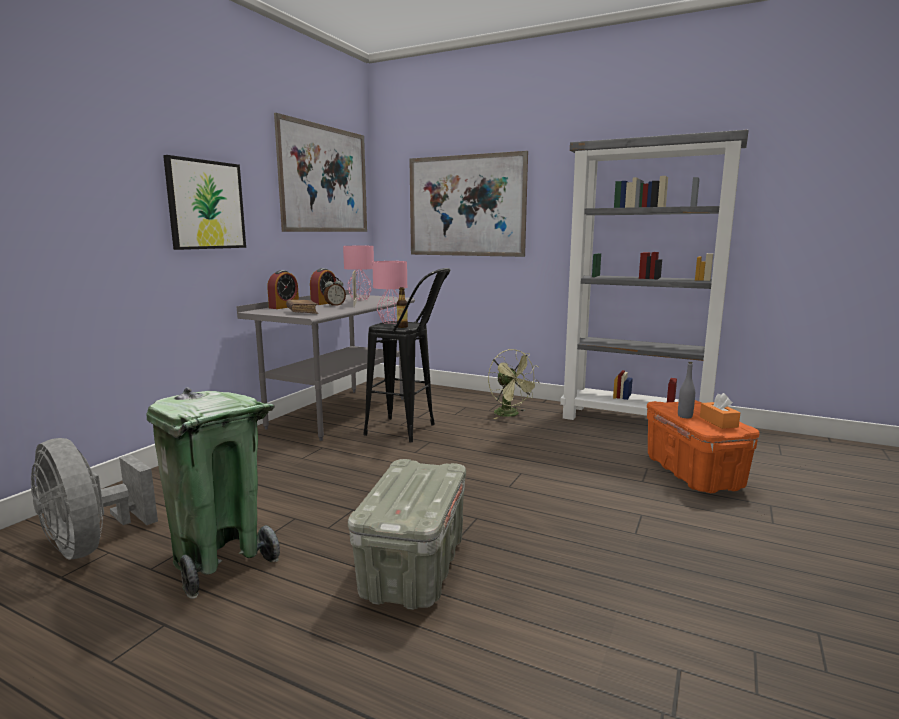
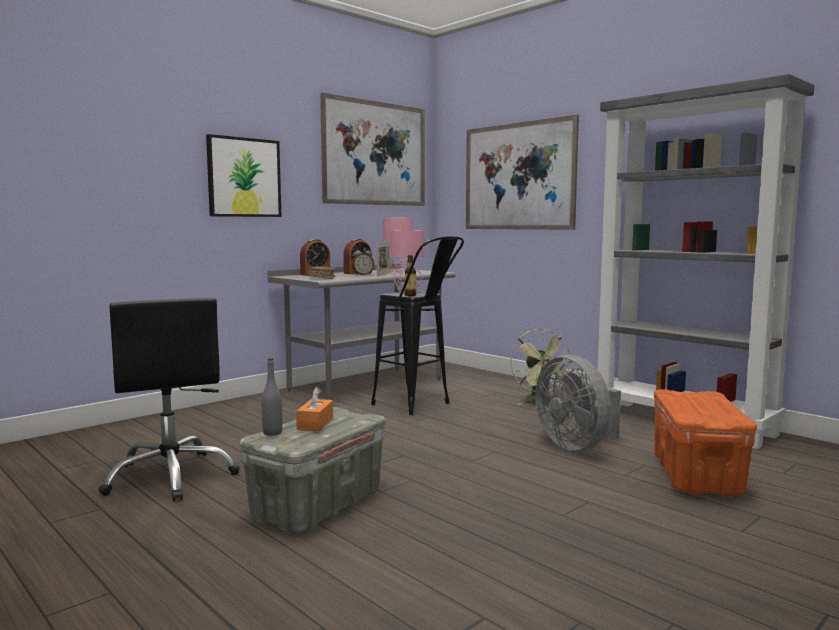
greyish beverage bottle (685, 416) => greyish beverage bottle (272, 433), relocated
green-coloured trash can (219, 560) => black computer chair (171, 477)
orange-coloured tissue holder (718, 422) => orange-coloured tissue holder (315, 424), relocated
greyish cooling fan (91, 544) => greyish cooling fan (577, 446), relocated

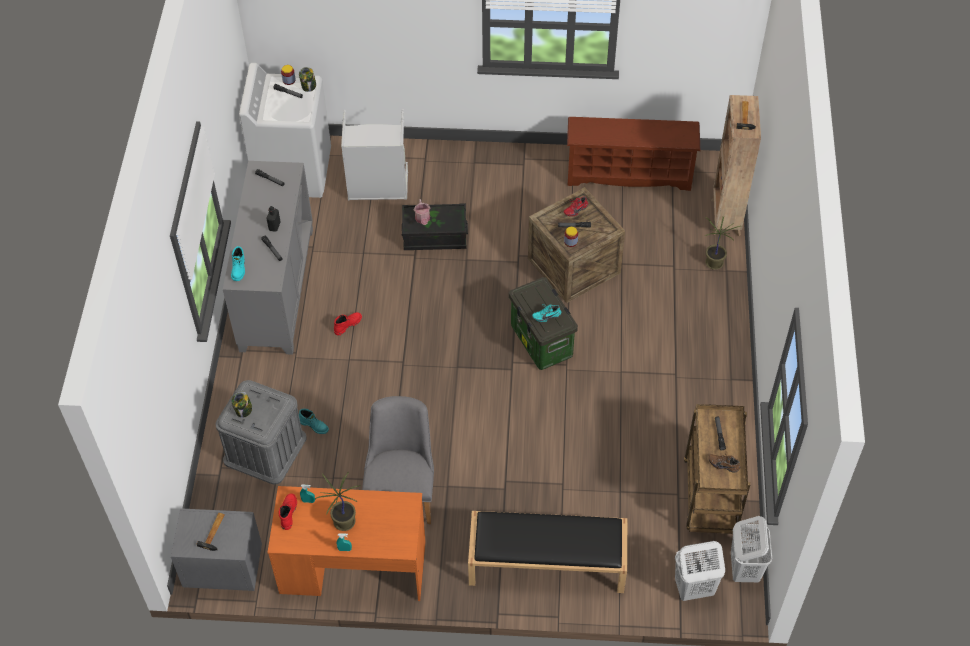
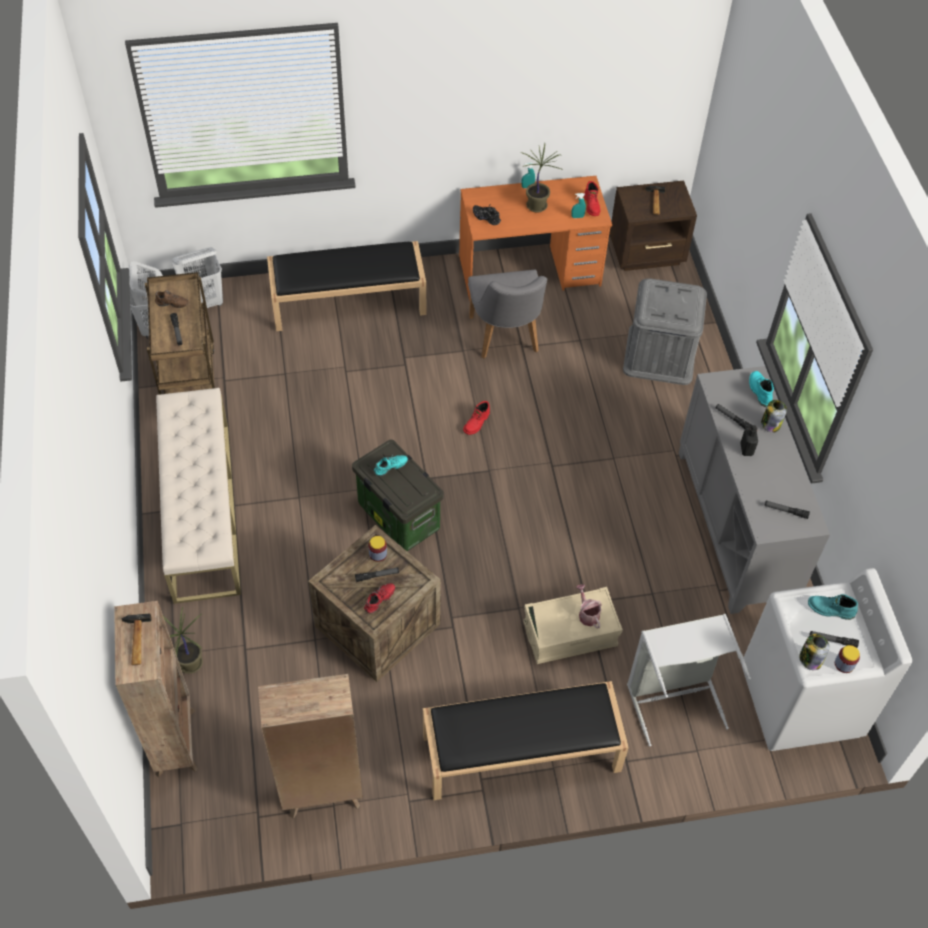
brownish shoe stand (629, 174) => brownish bookshelf (321, 793)
black storage container (435, 236) => beige-coloured storage container (570, 635)
red-coloured tall boot (347, 324) => red-coloured tall boot (477, 423), relocated
storage jar (243, 410) => storage jar (770, 424), relocated
turquoise-coloured tall boot (314, 425) => turquoise-coloured tall boot (830, 610), relocated
greyish nightstand (222, 567) => brownish nightstand (648, 253)
nothing => black shoe (487, 217)
nothing => beige-coloured bench (201, 510)
nothing => black bench (520, 753)

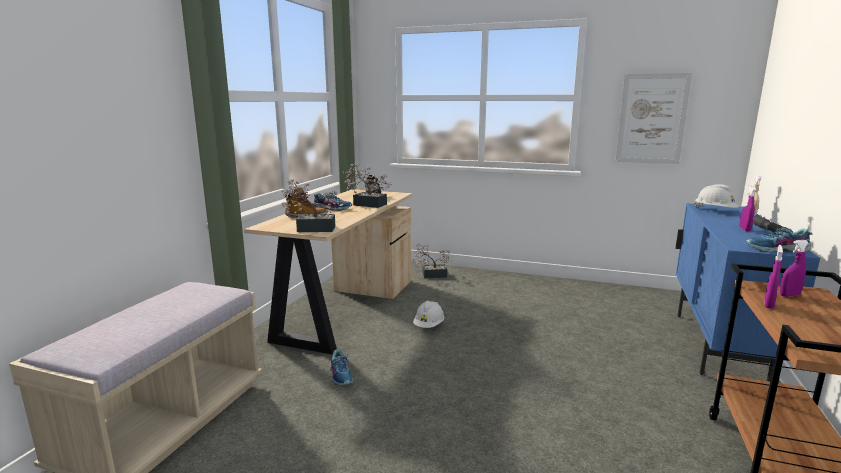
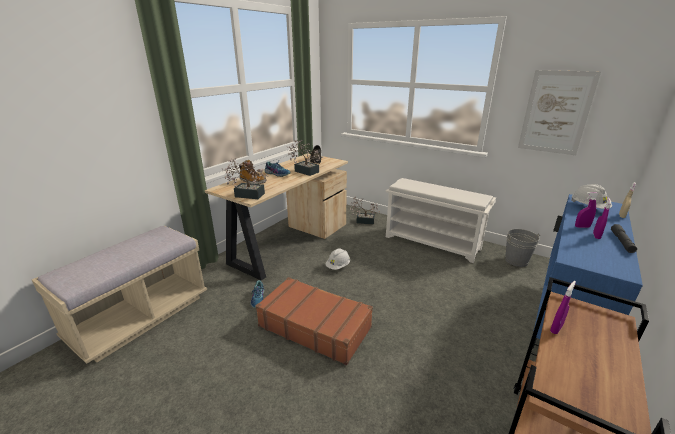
shoe (776, 249) => nothing
purple hand sprayer (789, 295) => purple hand sprayer (582, 227), relocated
nothing => white-coloured shoe stand (433, 242)
nothing => greyish pail (516, 261)
nothing => brownish travel case (315, 326)

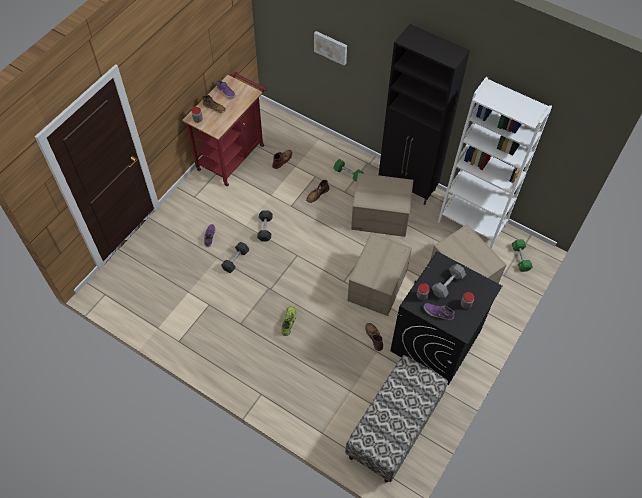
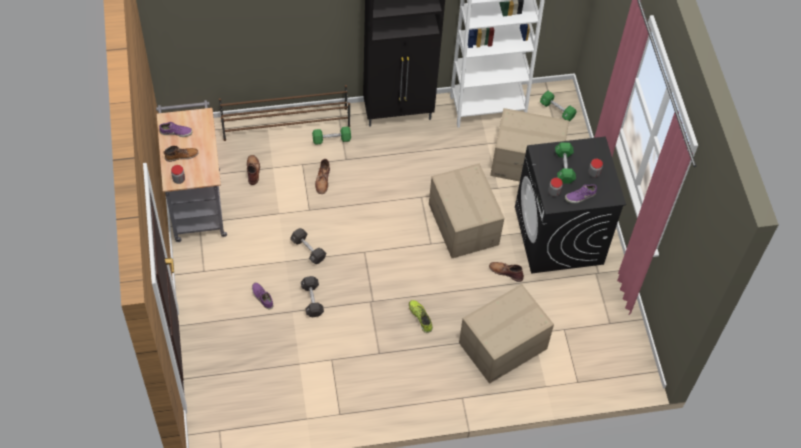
wall picture (331, 47) => nothing
red-coloured trolley (233, 154) => greyish trolley (196, 200)
carton (380, 217) => carton (503, 346), relocated
greyish hand weight (447, 284) => green-coloured hand weight (564, 167)
bench (394, 428) => nothing
nothing => brownish shoe stand (286, 124)

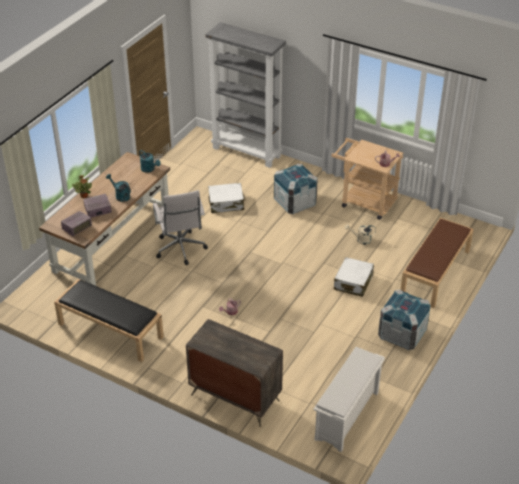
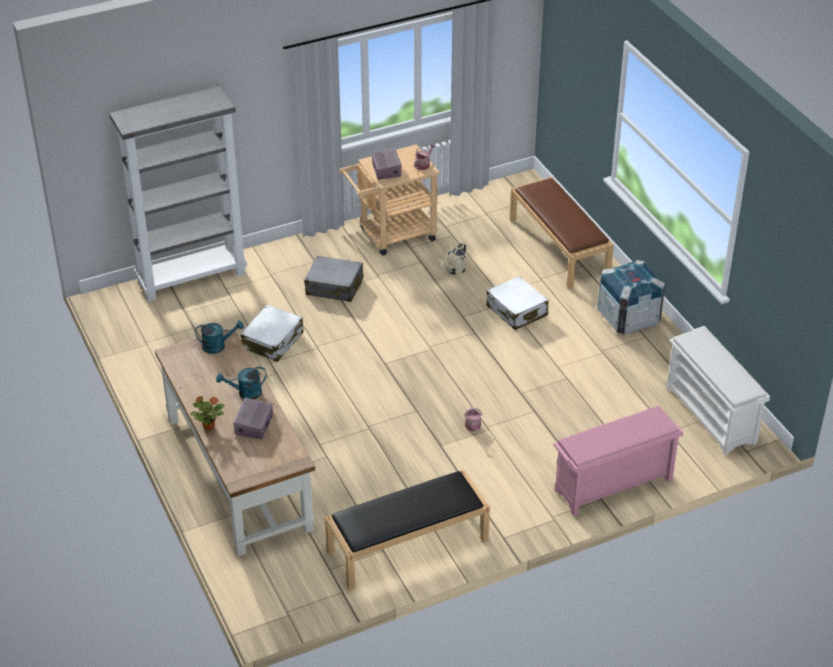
crate (295, 203) => greyish travel case (334, 286)
white-coloured computer chair (181, 250) => nothing
radio (77, 228) => radio (386, 170), relocated
chest of drawers (234, 397) => pink-coloured shoe stand (612, 486)

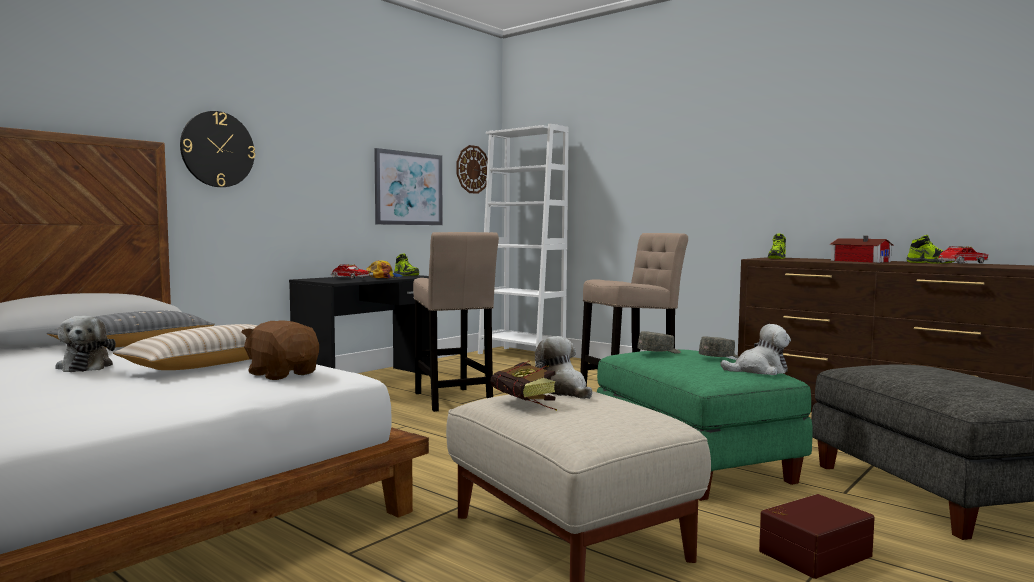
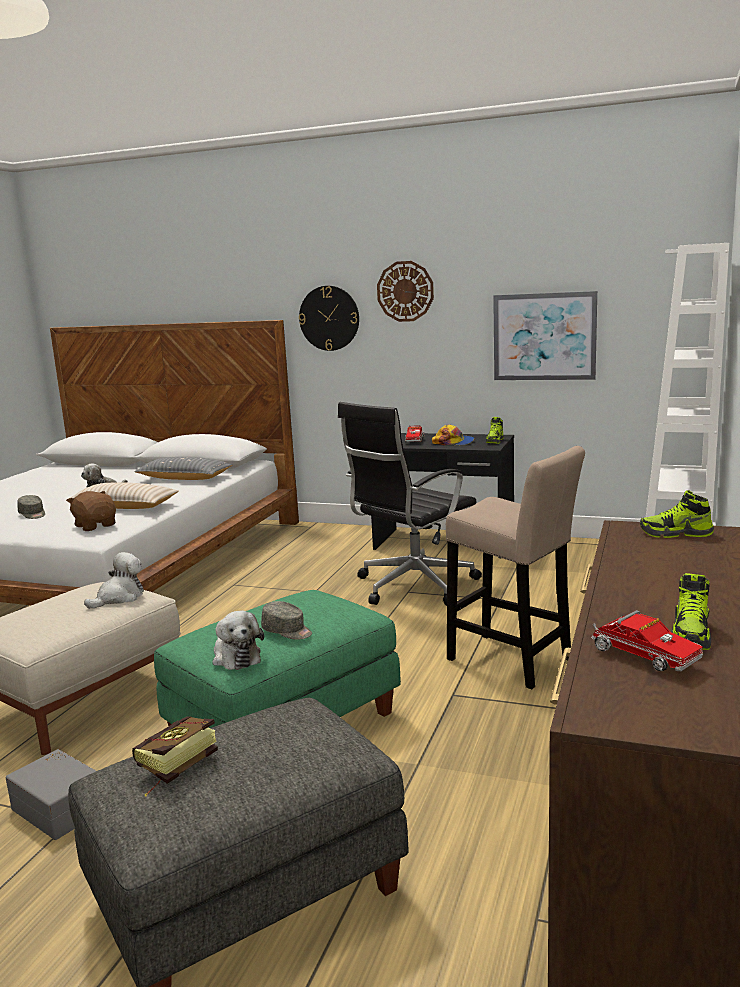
wall clock (472, 169) => wall clock (405, 291), relocated
beige-coloured stool (453, 400) => black computer chair (412, 586)
model house (859, 261) => nothing
brownish cuddly toy (283, 374) => brownish cuddly toy (96, 525), 60 degrees counterclockwise
greyish baseball cap (659, 352) => greyish baseball cap (32, 514), relocated
bound book (527, 404) => bound book (171, 769), relocated
brownish storage container (812, 552) => greyish storage container (61, 807)

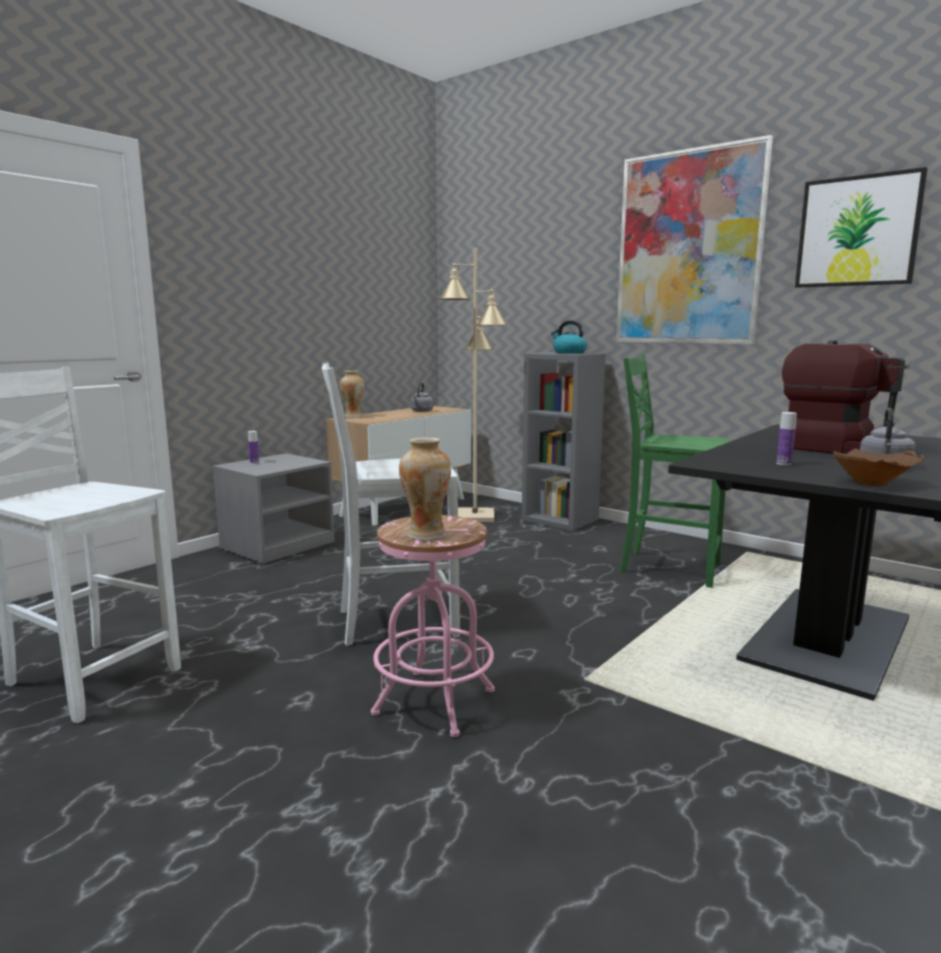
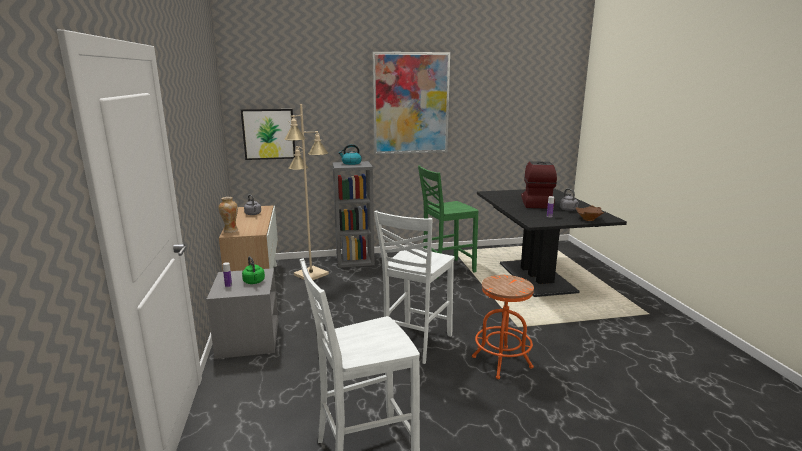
wall picture (857, 231) => wall picture (269, 134), relocated
coffee brewer (841, 449) => coffee brewer (535, 203), 75 degrees counterclockwise
vase (426, 535) => nothing
pink-coloured stool (434, 702) => orange-coloured stool (501, 362)
nothing => green-coloured water kettle (254, 282)

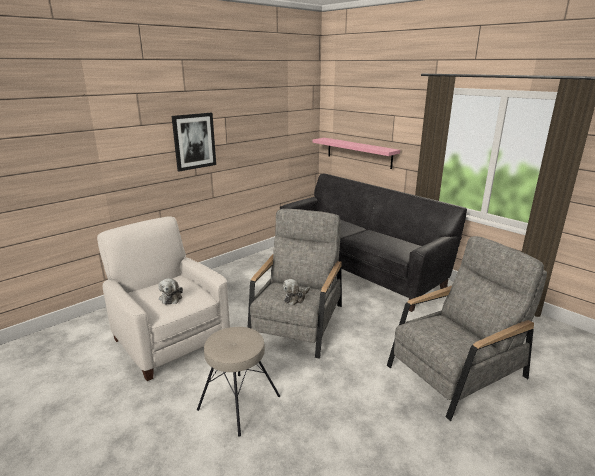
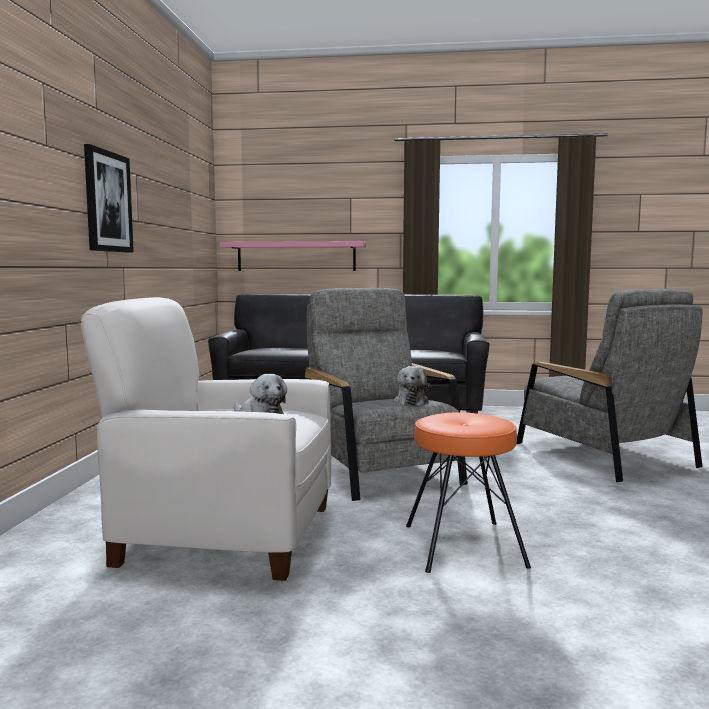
greyish easy chair (456, 372) => greyish easy chair (602, 454), 135 degrees clockwise
beige-coloured stool (238, 402) => orange-coloured stool (462, 545)

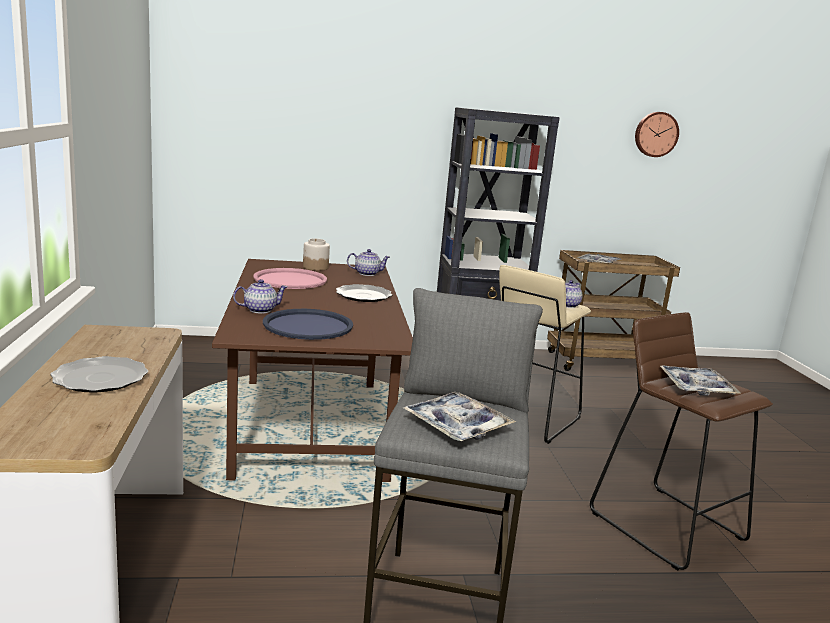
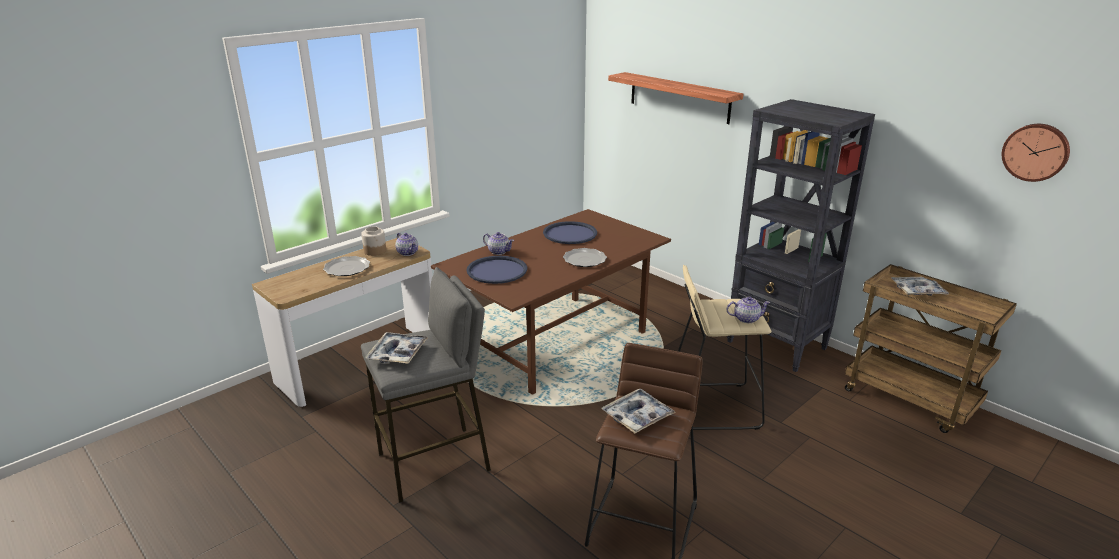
storage jar (315, 267) => storage jar (375, 251), relocated
tea pot (367, 273) => tea pot (407, 252), relocated
pink-coloured tray (290, 280) => blue-coloured tray (570, 234)
nothing => shelf (679, 97)

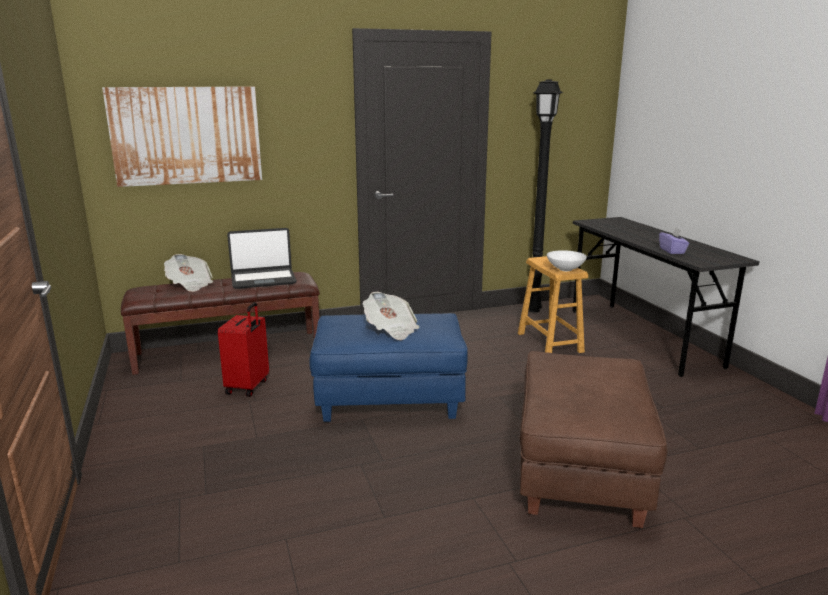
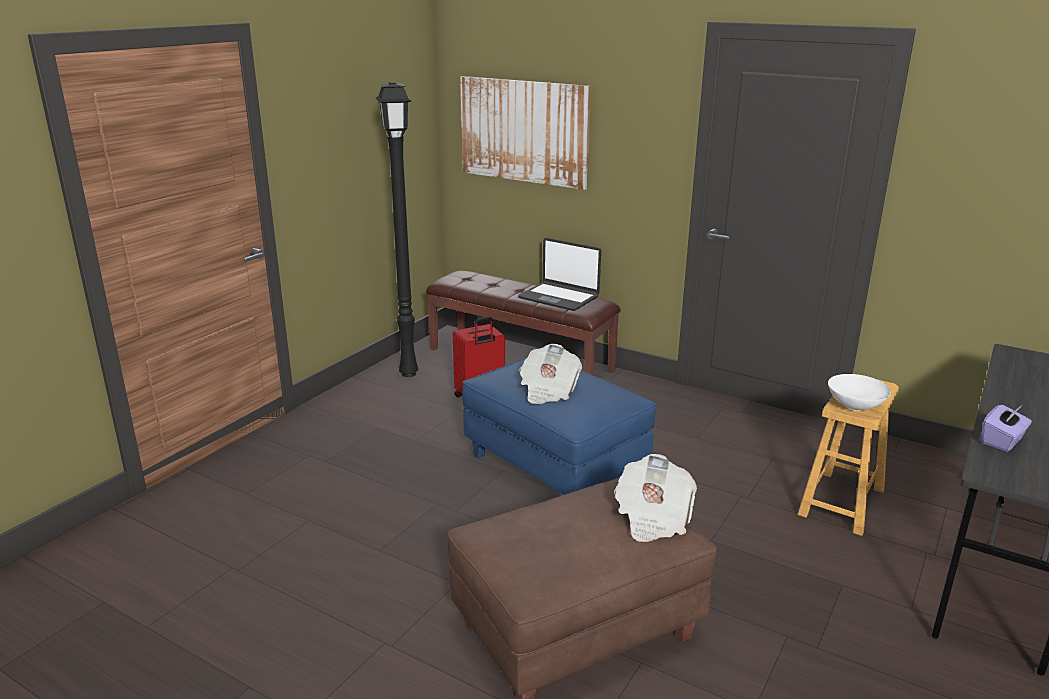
black floor lamp (535, 310) => black floor lamp (410, 374), relocated
daily paper (190, 285) => daily paper (652, 518), relocated

